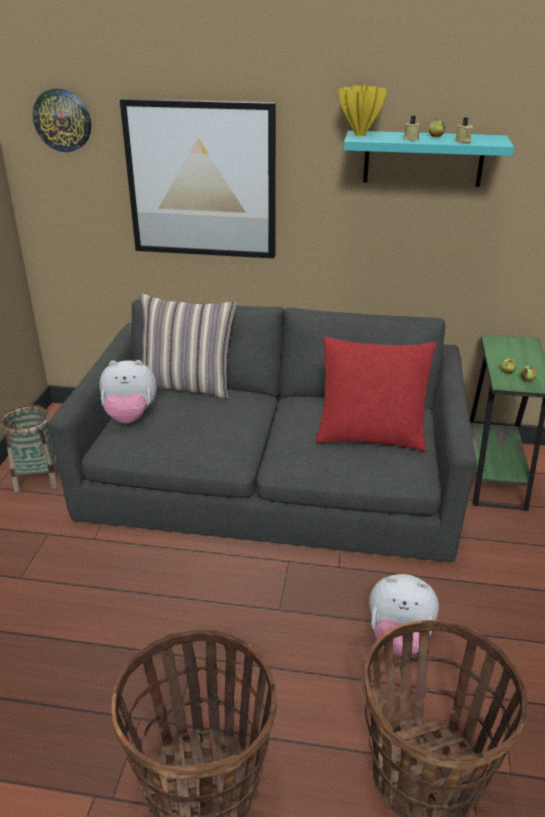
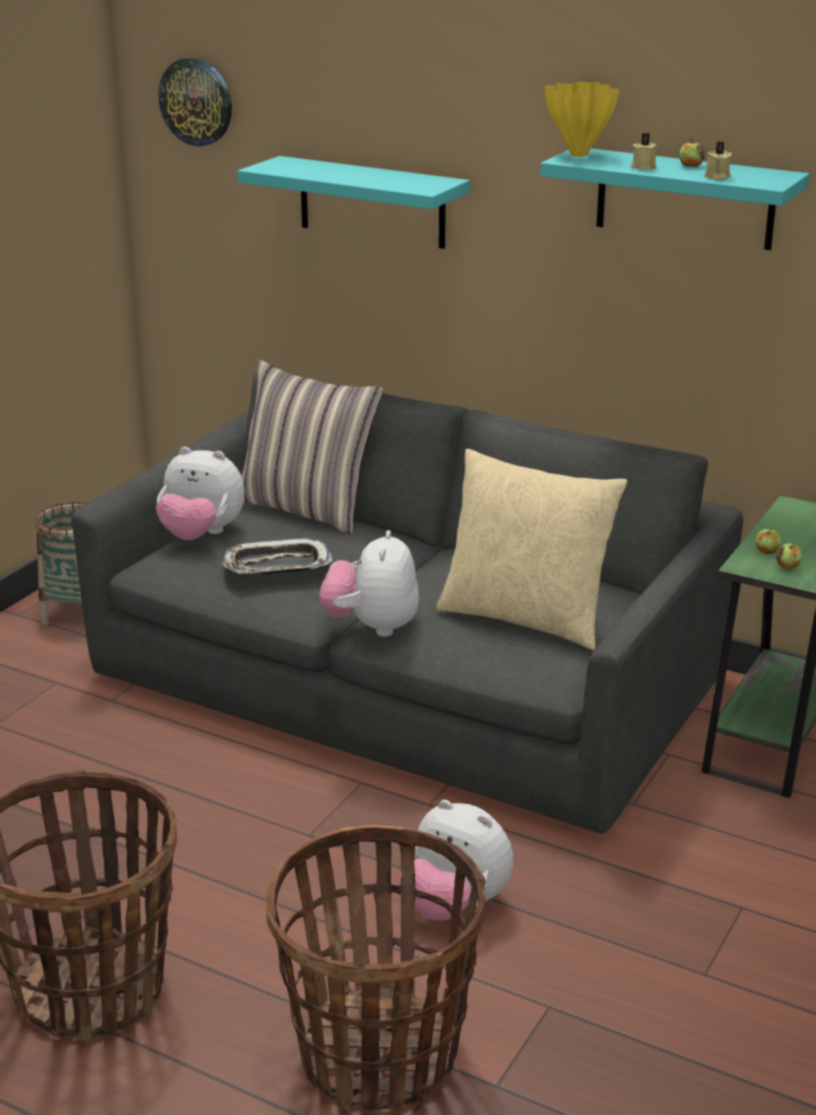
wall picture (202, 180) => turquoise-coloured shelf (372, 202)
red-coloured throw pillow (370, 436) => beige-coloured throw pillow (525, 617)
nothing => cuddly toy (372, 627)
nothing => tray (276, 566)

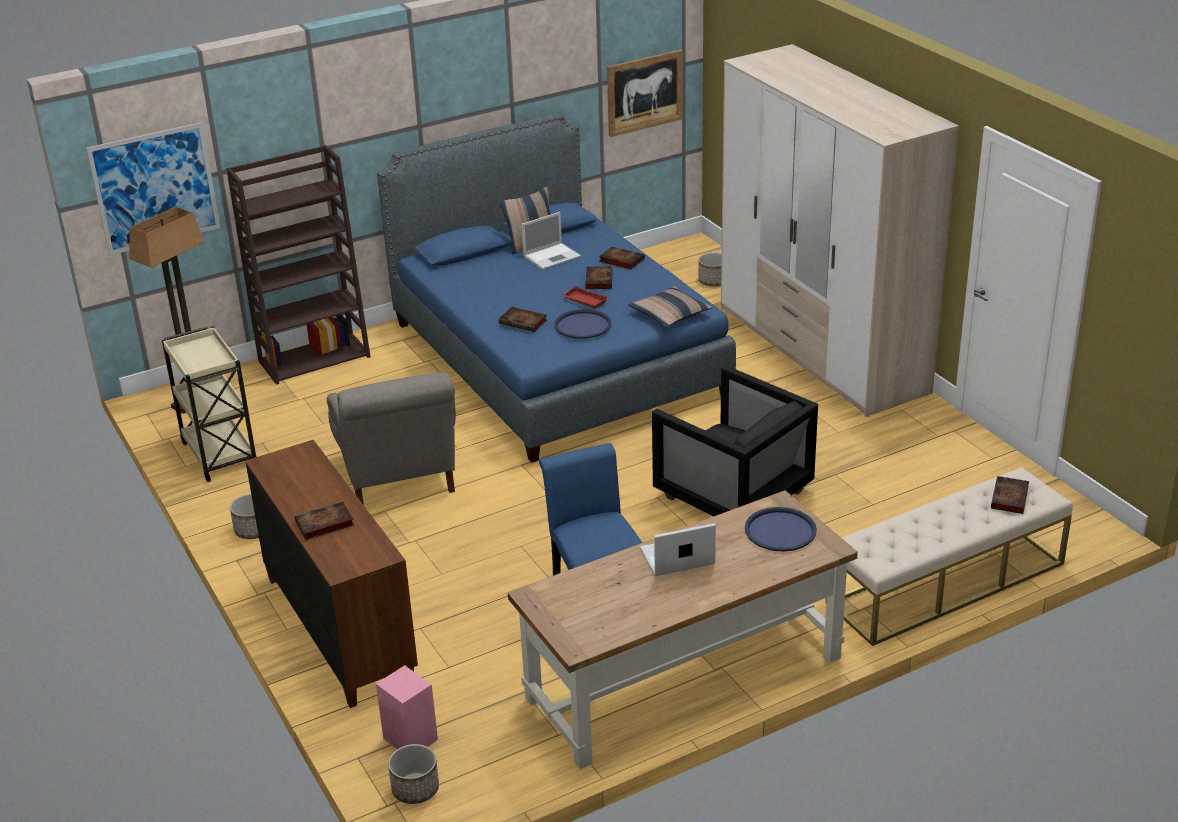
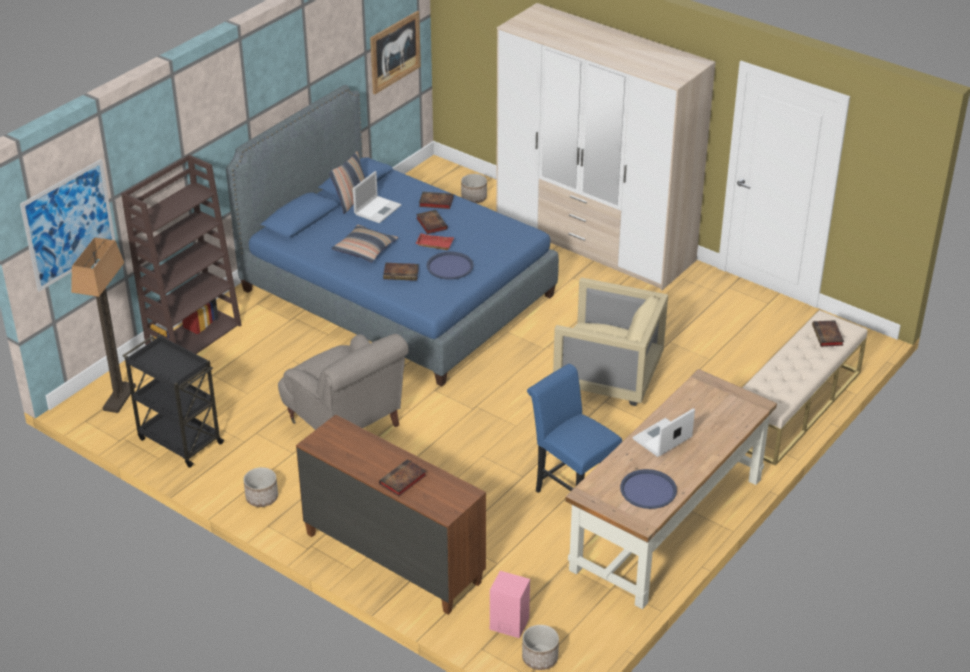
throw pillow (670, 314) => throw pillow (365, 249), relocated
beige-coloured trolley (219, 453) => black trolley (179, 440)
black easy chair (732, 494) => beige-coloured easy chair (607, 375)
blue-coloured tray (780, 530) => blue-coloured tray (648, 490), relocated

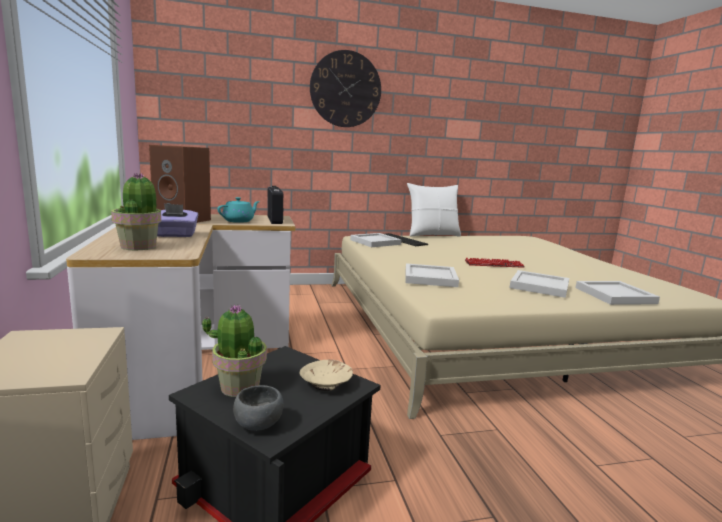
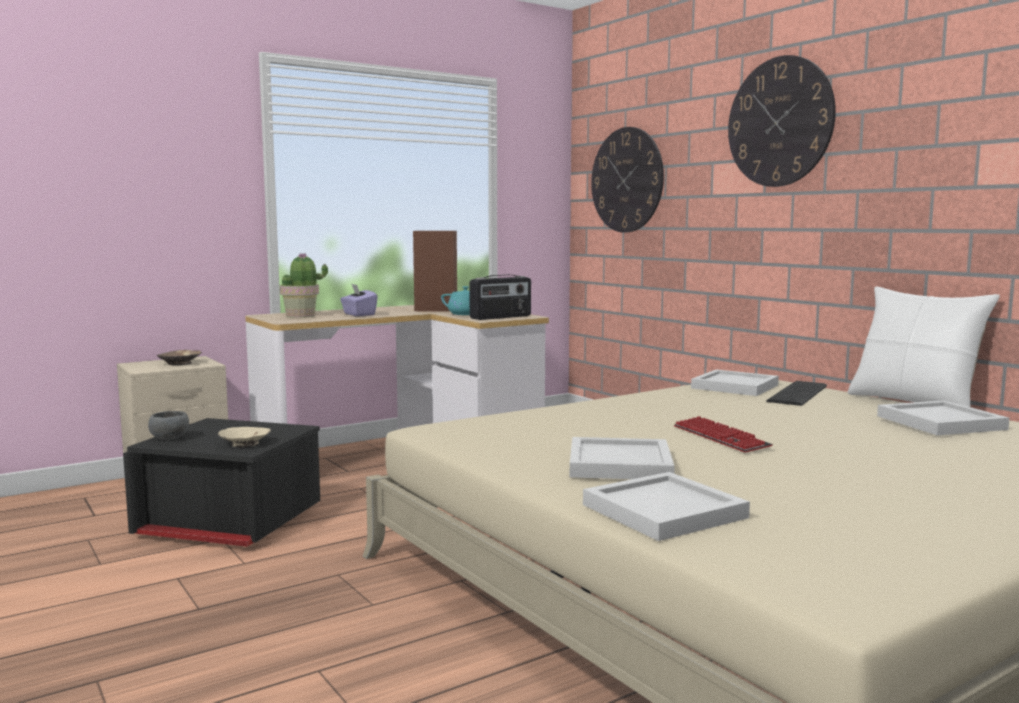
white-coloured tray (431, 278) => white-coloured tray (942, 423), relocated
plant in a pot (239, 387) => nothing
nothing => wall clock (627, 180)
nothing => brownish serving bowl (180, 363)

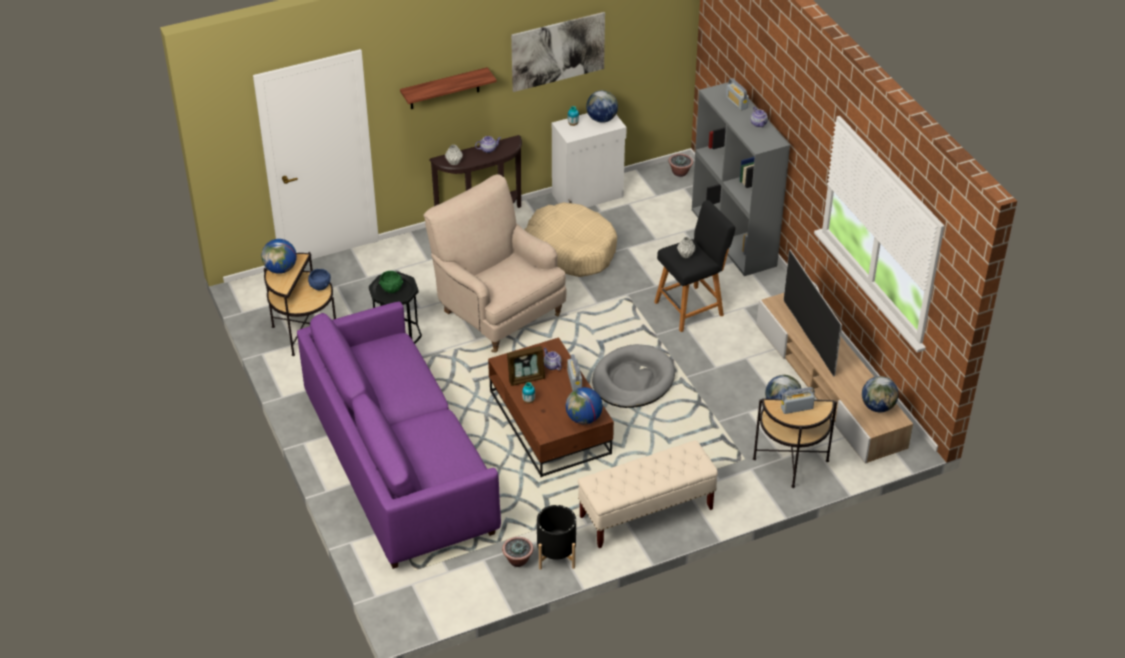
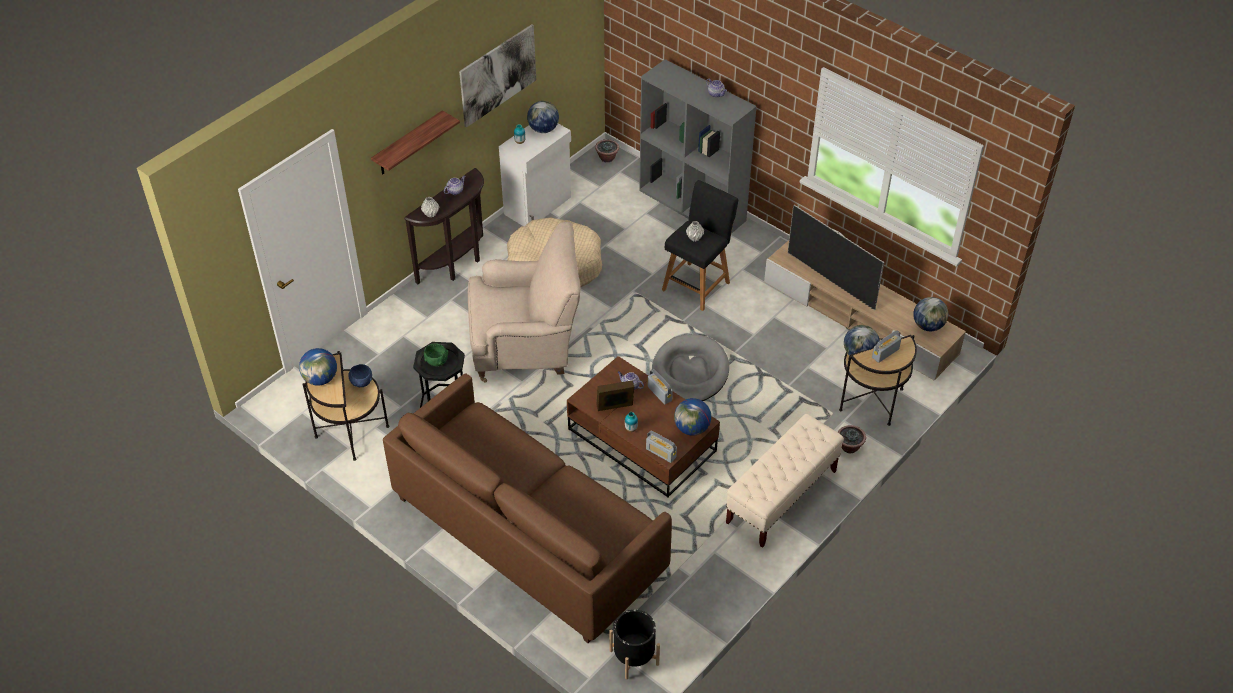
radio (736, 102) => radio (661, 453), relocated
beige-coloured easy chair (498, 312) => beige-coloured easy chair (526, 347), 150 degrees clockwise
purple settee (399, 464) => brownish settee (528, 534)
picture frame (526, 378) => picture frame (615, 407), 150 degrees counterclockwise
black planter (556, 555) => black planter (634, 657), relocated
plant in a pot (518, 560) => plant in a pot (849, 447), relocated

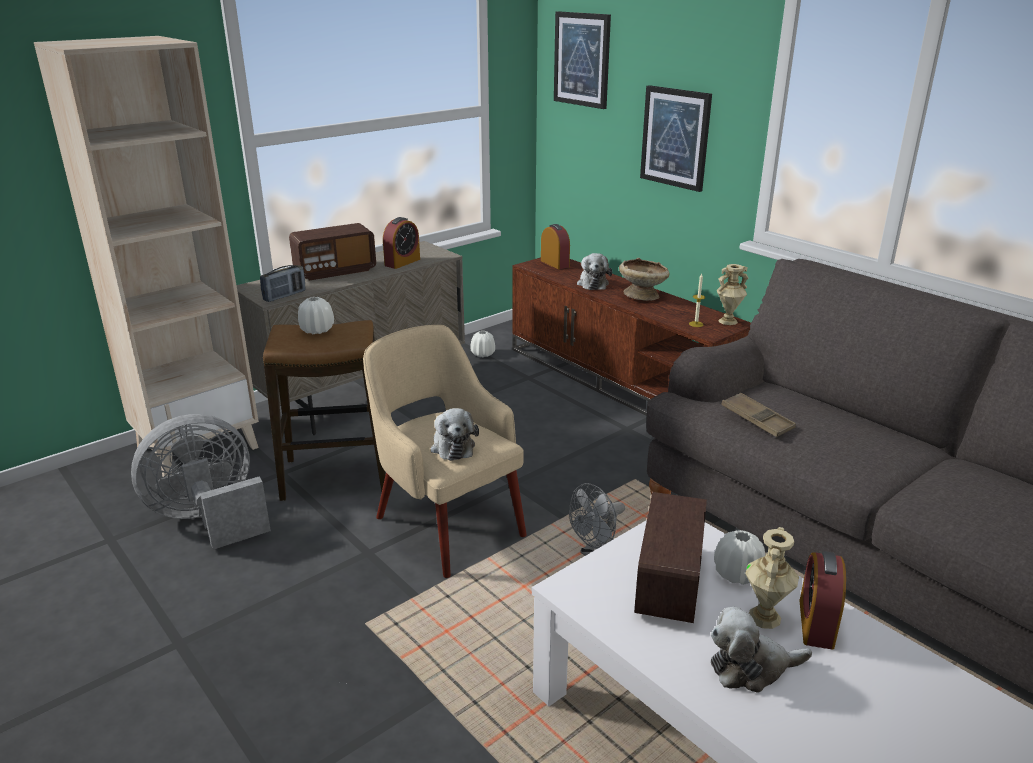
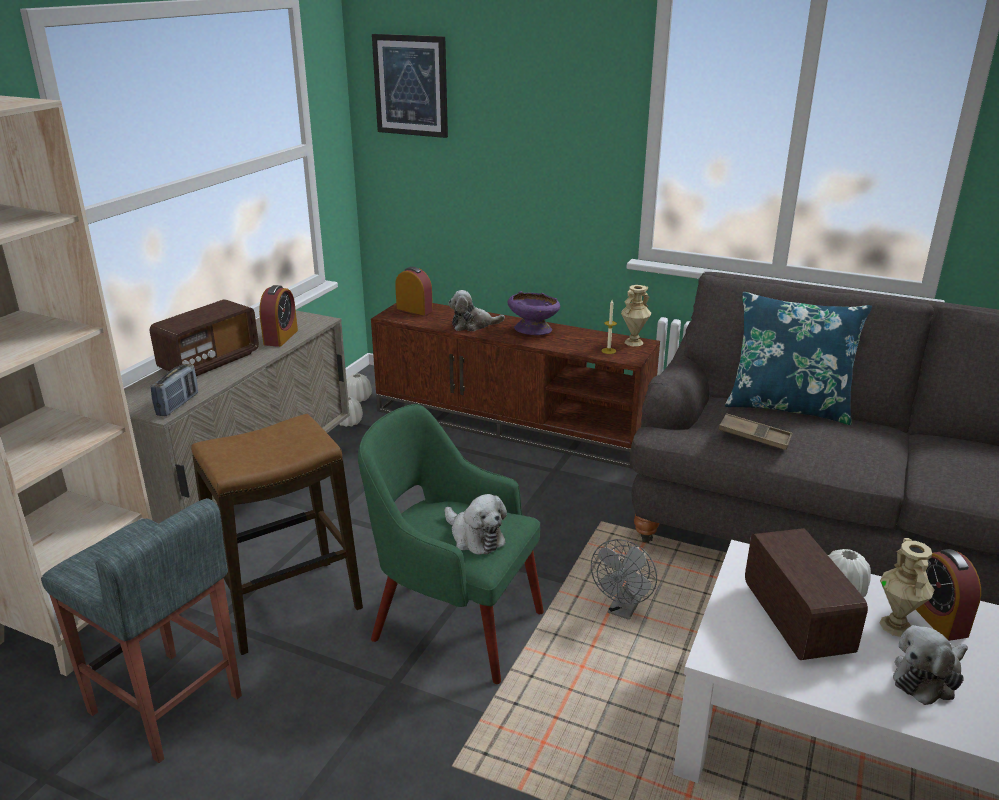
wall picture (675, 137) => nothing
cuddly toy (592, 283) => cuddly toy (473, 325), 105 degrees clockwise
beige-coloured serving bowl (642, 296) => purple serving bowl (533, 330)
white-coloured vase (317, 330) => white-coloured vase (358, 398), relocated
beige-coloured easy chair (447, 523) => green-coloured easy chair (453, 623)
greyish cooling fan (209, 519) => greyish stool (166, 705)
nothing => blue-coloured throw pillow (788, 407)

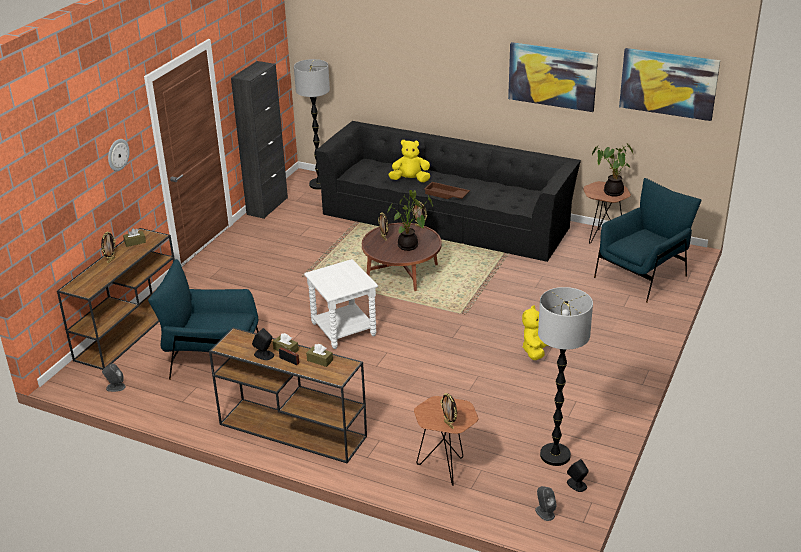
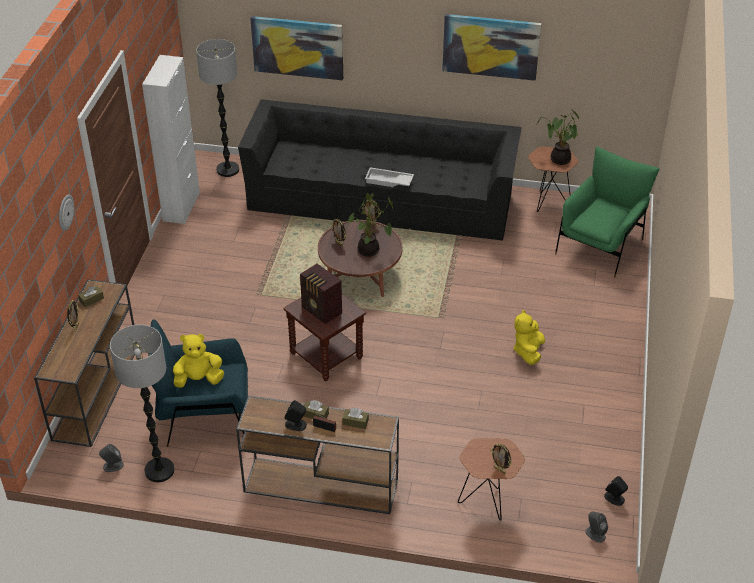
wall picture (668, 83) => wall picture (297, 47), relocated
black cupboard (267, 206) => white-coloured cupboard (181, 207)
yellowish cuddly toy (410, 180) => yellowish cuddly toy (198, 380), relocated
blue-coloured easy chair (642, 275) => green-coloured easy chair (601, 245)
brownish tray (446, 195) => white-coloured tray (388, 181)
white-coloured side table (344, 329) => brownish side table (327, 355)
floor lamp (555, 455) => floor lamp (159, 471), relocated
nothing => radio (321, 311)

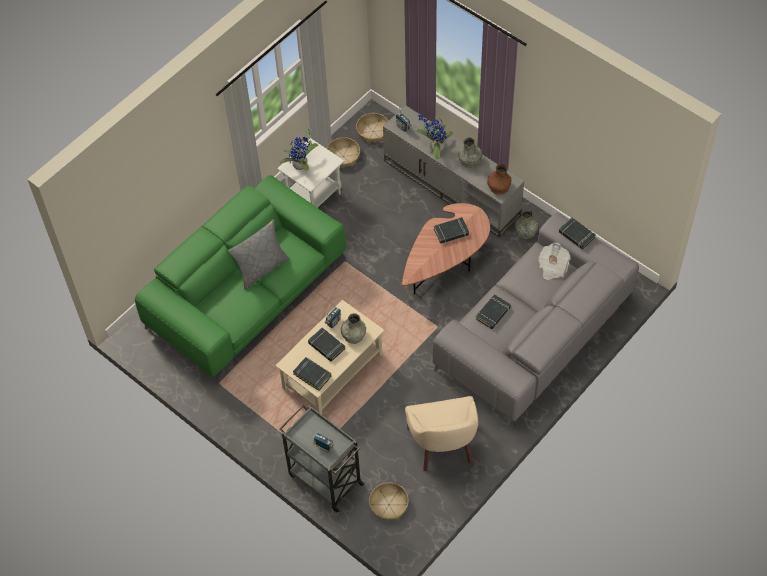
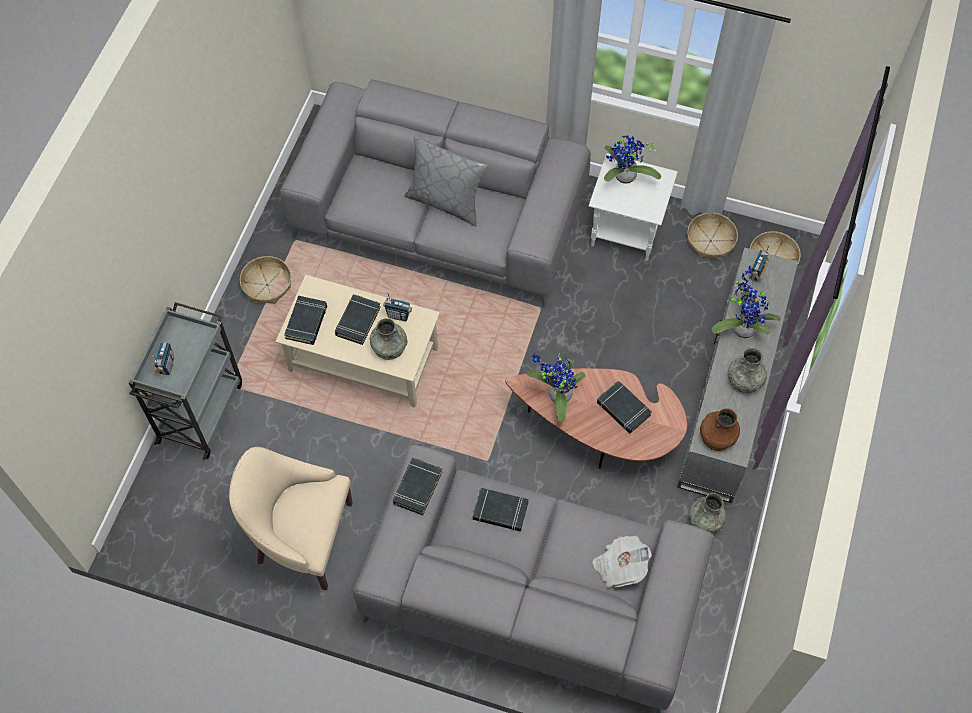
green-coloured settee (246, 293) => greyish settee (440, 216)
black bound book (576, 235) => black bound book (417, 487), relocated
beige-coloured easy chair (443, 445) => beige-coloured easy chair (302, 537), 45 degrees clockwise
household basket (388, 504) => household basket (267, 284), relocated
nothing => plant in a pot (556, 395)

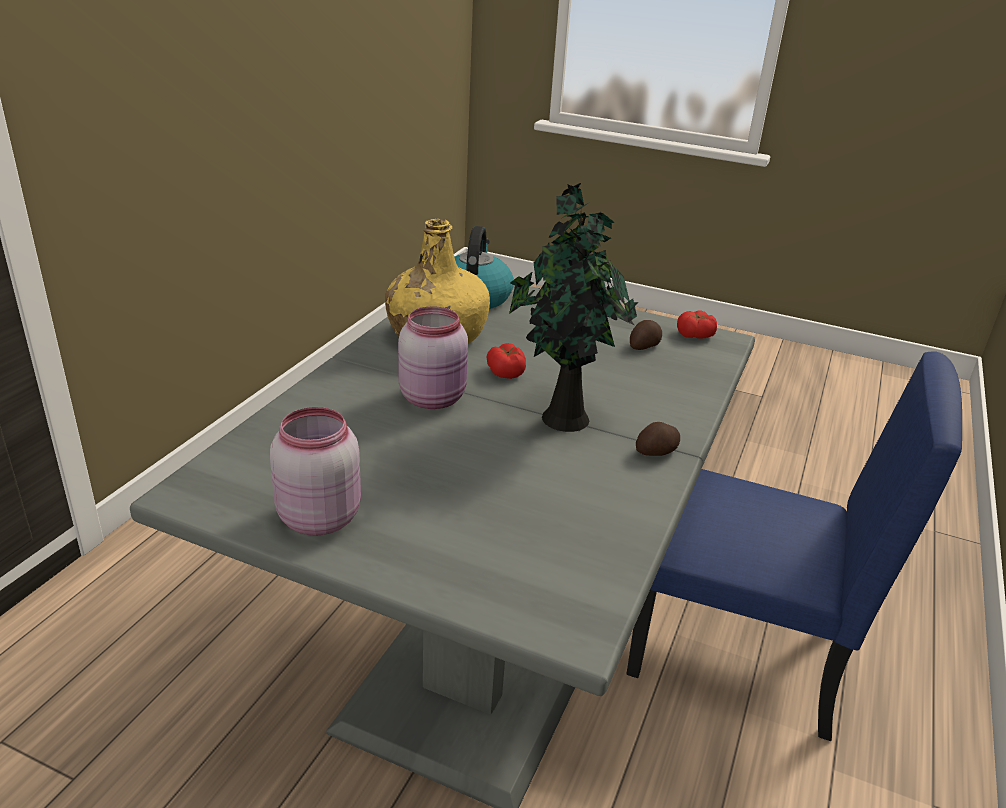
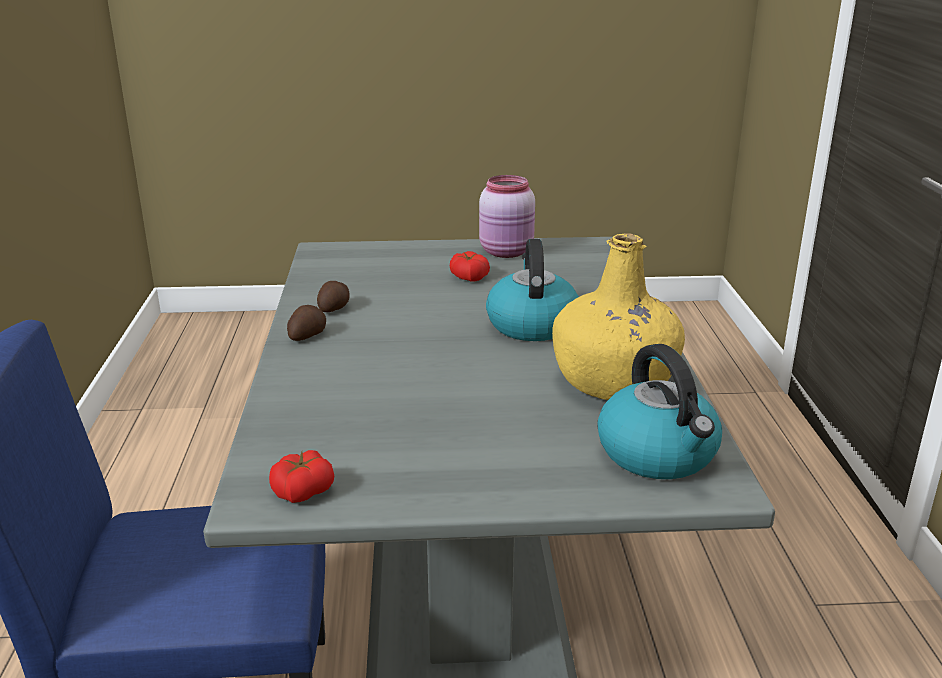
plant in a pot (561, 417) => nothing
pink-coloured storage jar (434, 398) => water kettle (531, 324)
potato (643, 346) => potato (335, 308), relocated
fresh tomato (506, 372) => fresh tomato (469, 277), relocated

